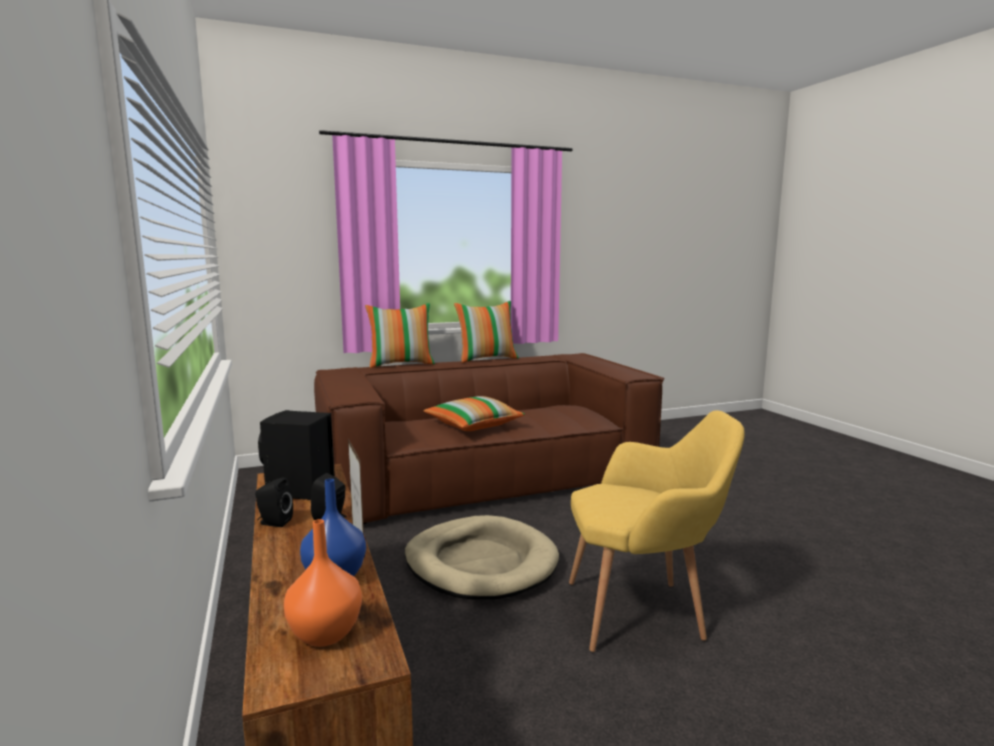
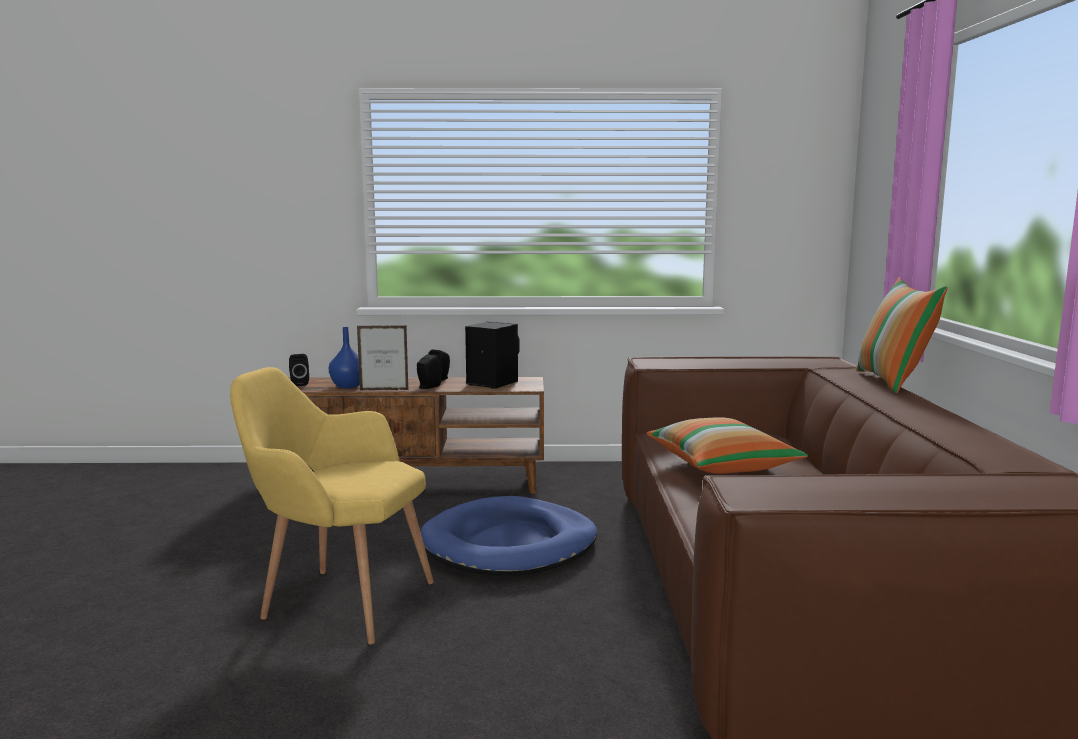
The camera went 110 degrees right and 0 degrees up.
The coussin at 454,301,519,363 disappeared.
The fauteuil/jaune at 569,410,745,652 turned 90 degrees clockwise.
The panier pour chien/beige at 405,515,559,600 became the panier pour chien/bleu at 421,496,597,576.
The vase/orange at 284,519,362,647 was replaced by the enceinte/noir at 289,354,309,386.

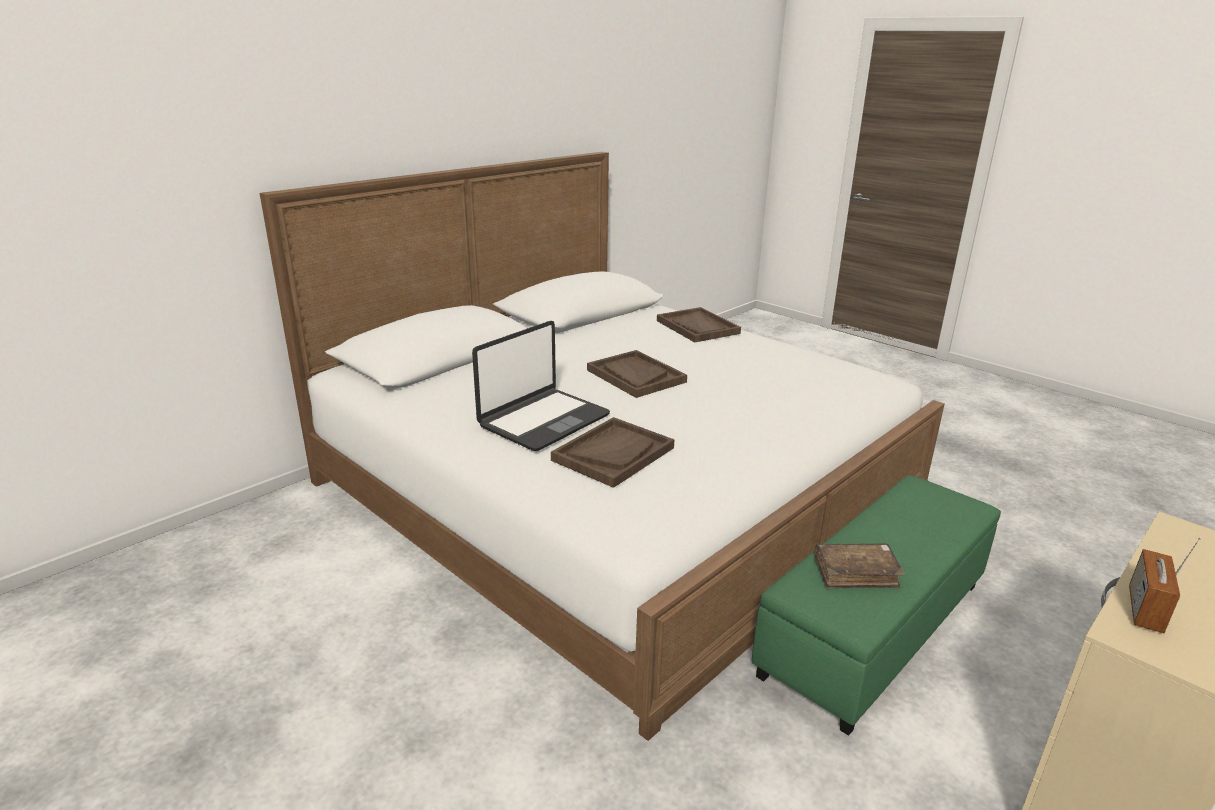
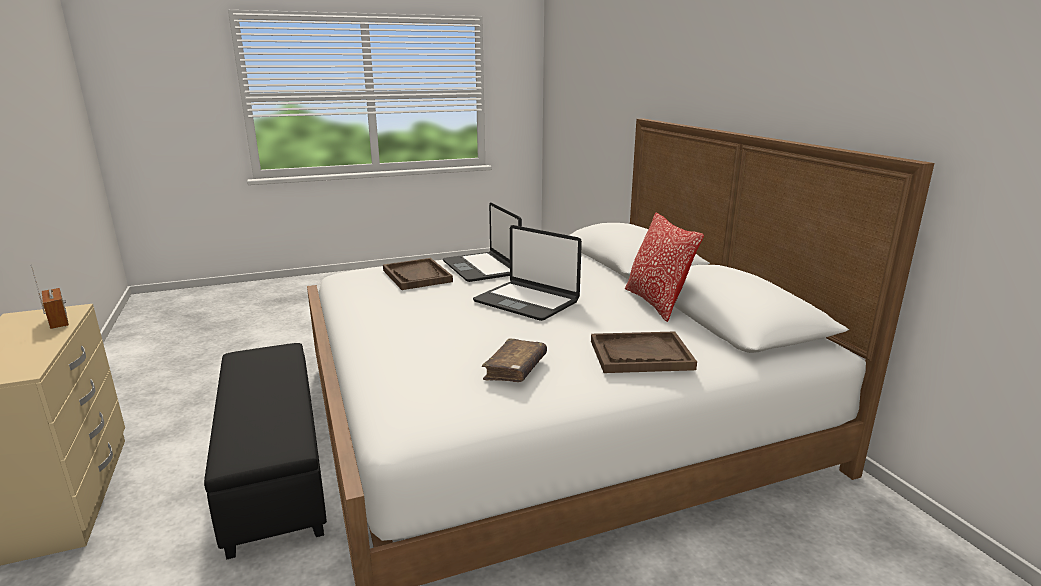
The camera went 115 degrees right and 5 degrees down.
The plateau/marron at 587,350,687,398 was replaced by the ordinateur portable at 473,225,582,321.
The pouf/vert at 752,475,1001,736 became the pouf/noir at 204,343,327,560.
The livre/marron moved from 814,543,905,589 to 482,338,547,382.
The coussin at 625,213,704,322 appeared.

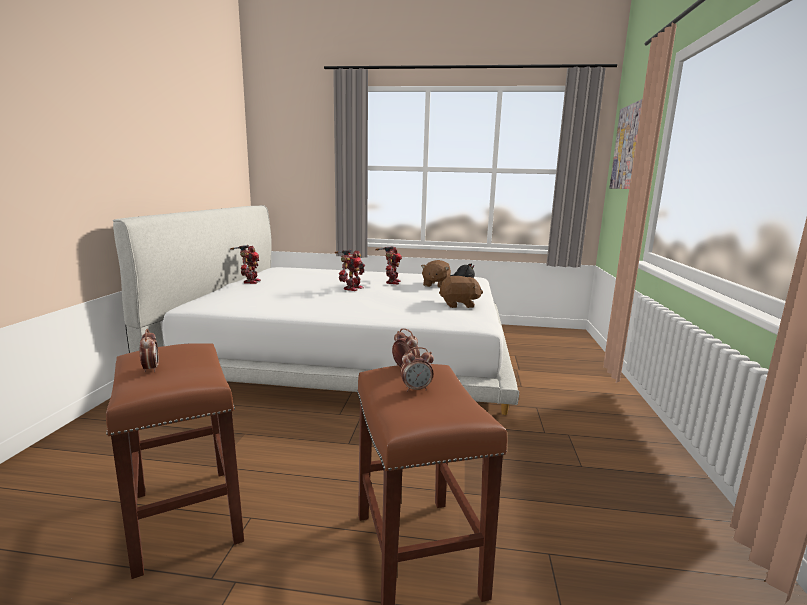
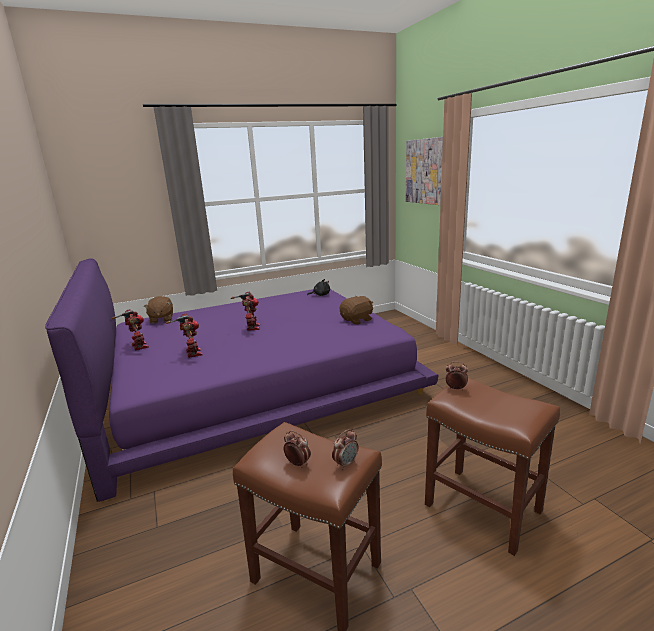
The camera went 30 degrees left and 5 degrees up.
The lit/blanc at 113,205,519,415 became the lit/violet at 45,259,439,502.
The robot jouet moved from 375,246,402,284 to 166,313,203,358.
The peluche/marron moved from 421,260,451,288 to 144,296,173,323.
The réveil moved from 400,347,434,392 to 332,429,358,470.

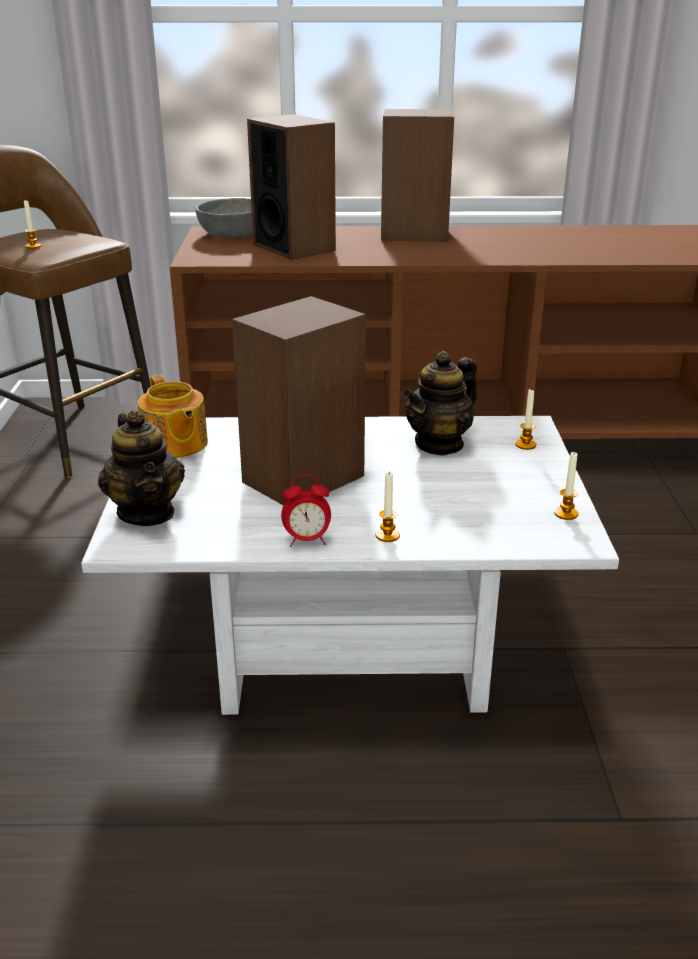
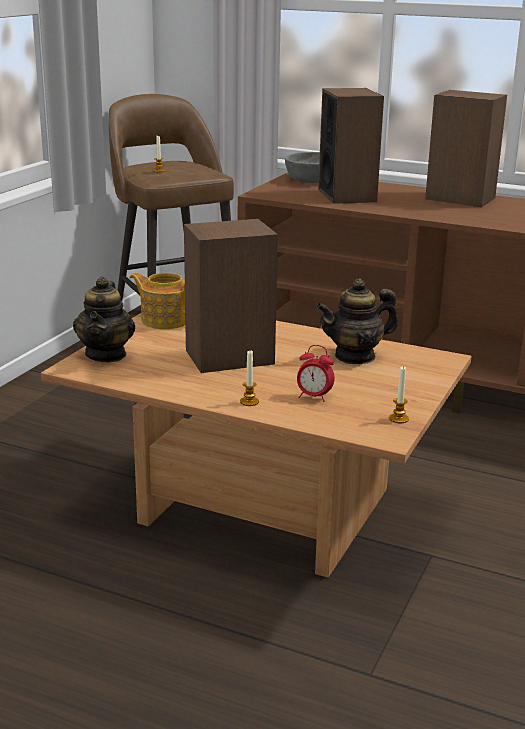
The camera went 25 degrees right and 5 degrees down.
The théière at 138,375,208,458 turned 120 degrees clockwise.
The bougie at 515,388,536,450 disappeared.
The table basse/blanc at 81,416,619,715 became the table basse/marron at 41,313,472,578.
The réveil moved from 281,474,331,547 to 297,345,335,402.

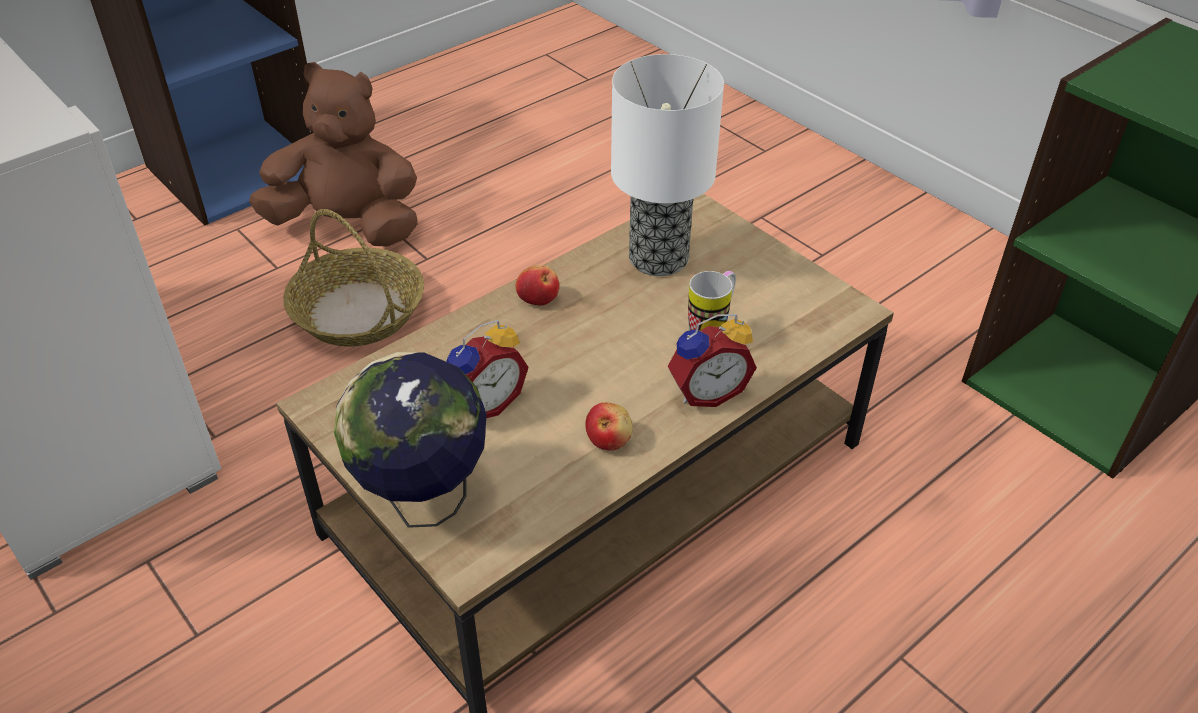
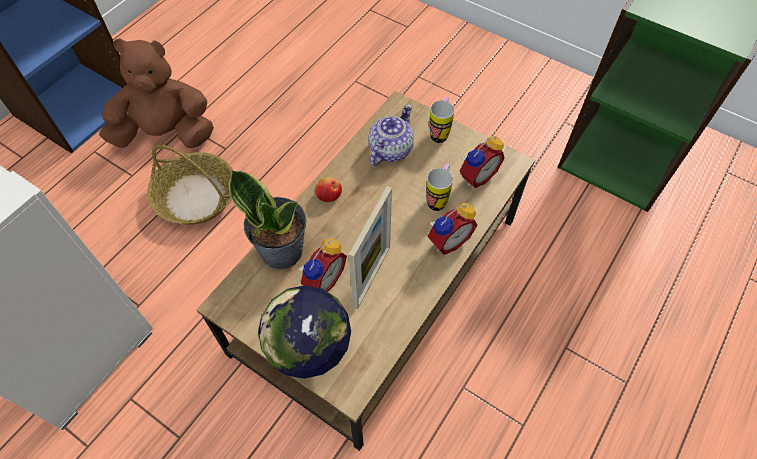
The camera went 15 degrees left and 15 degrees up.
The lampe de table at 611,54,724,276 was replaced by the théière at 368,104,414,166.
The pomme at 585,402,633,451 disappeared.
The mug at 429,97,455,143 appeared.
The réveil at 460,136,505,188 appeared.
The plante en pot at 228,170,307,269 appeared.
The cadre photo at 349,186,392,309 appeared.

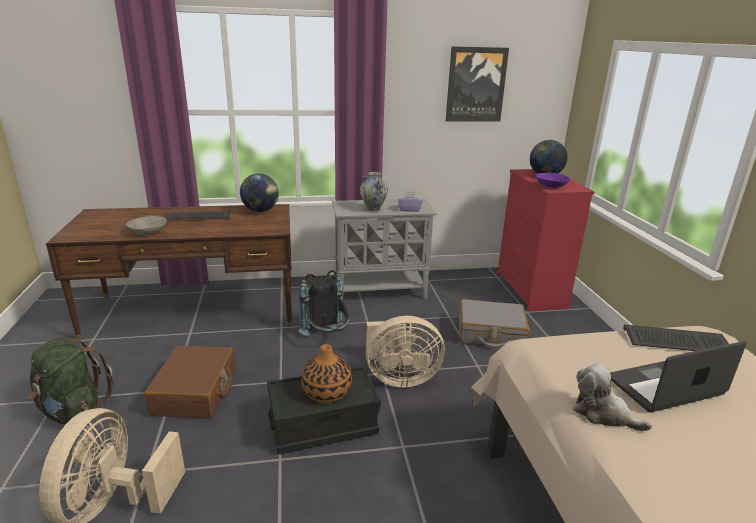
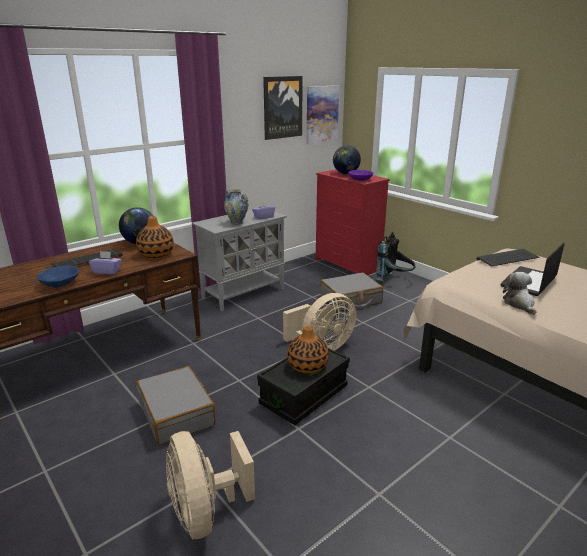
The camera went 30 degrees left and 0 degrees up.
The bol/gris at 126,216,167,235 became the bol/bleu at 37,266,79,287.
The sac à dos/noir moved from 299,270,350,336 to 376,232,416,282.
The sac à dos/vert at 27,337,114,424 disappeared.
The valise/marron at 144,346,235,419 became the valise/gris at 136,366,215,445.
The peluche at 573,363,652,431 turned 75 degrees clockwise.
The tableau at 307,85,339,144 appeared.
The vase at 136,216,174,258 appeared.
The boîte à mouchoirs/violet at 89,251,122,275 appeared.

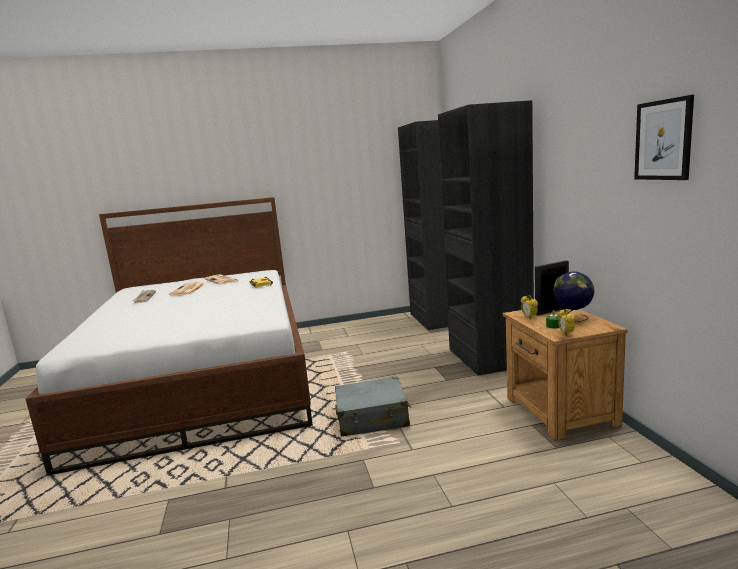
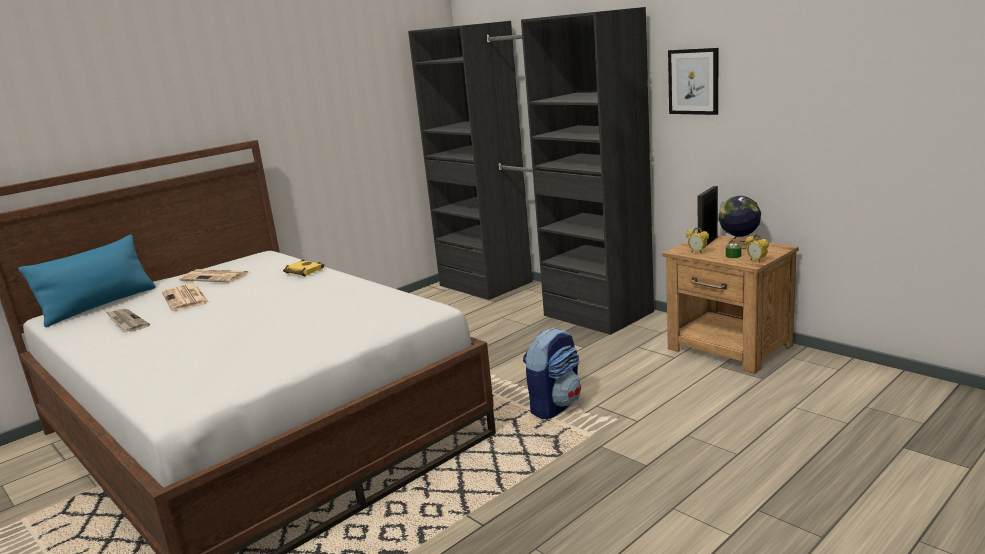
The camera went 30 degrees left and 5 degrees up.
The tableau moved from 634,95,694,180 to 668,48,718,115.
The valise/gris at 335,376,411,436 was replaced by the sac à dos at 523,328,581,419.
The coussin/bleu at 19,235,156,327 appeared.

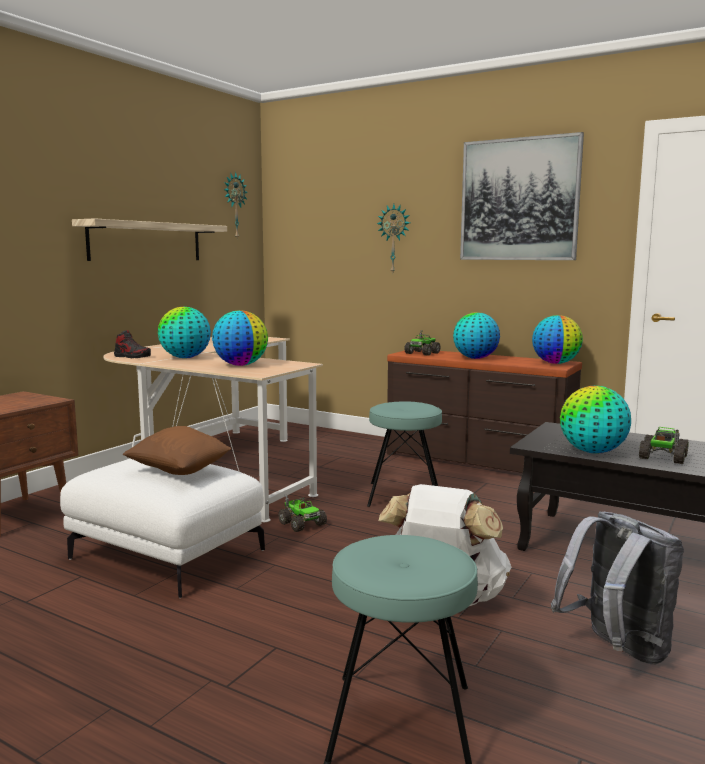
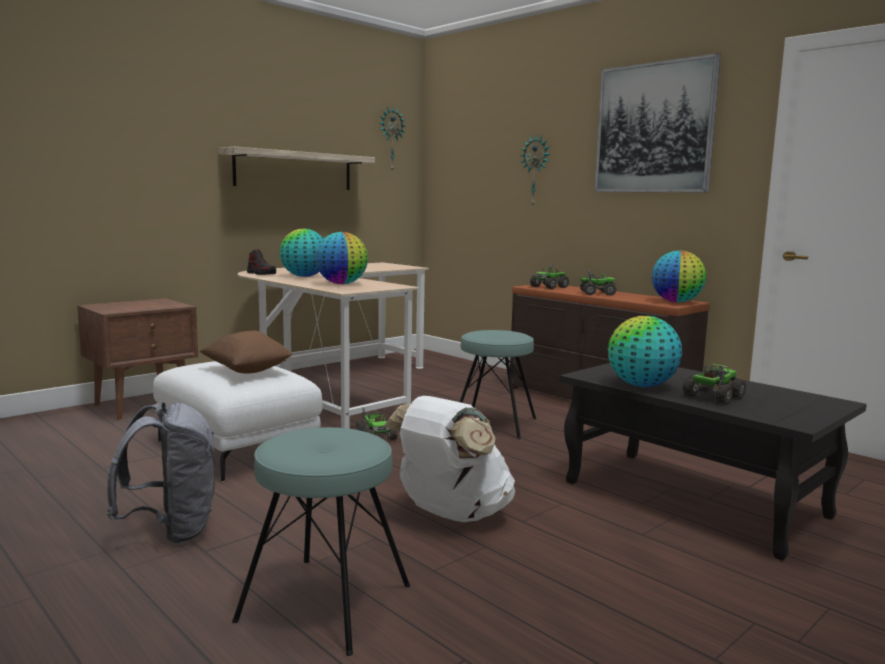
The camera went 15 degrees right and 0 degrees up.
The globe at 453,312,500,359 was replaced by the camion jouet at 580,270,617,296.
The sac à dos/gris moved from 551,511,684,665 to 107,402,215,544.

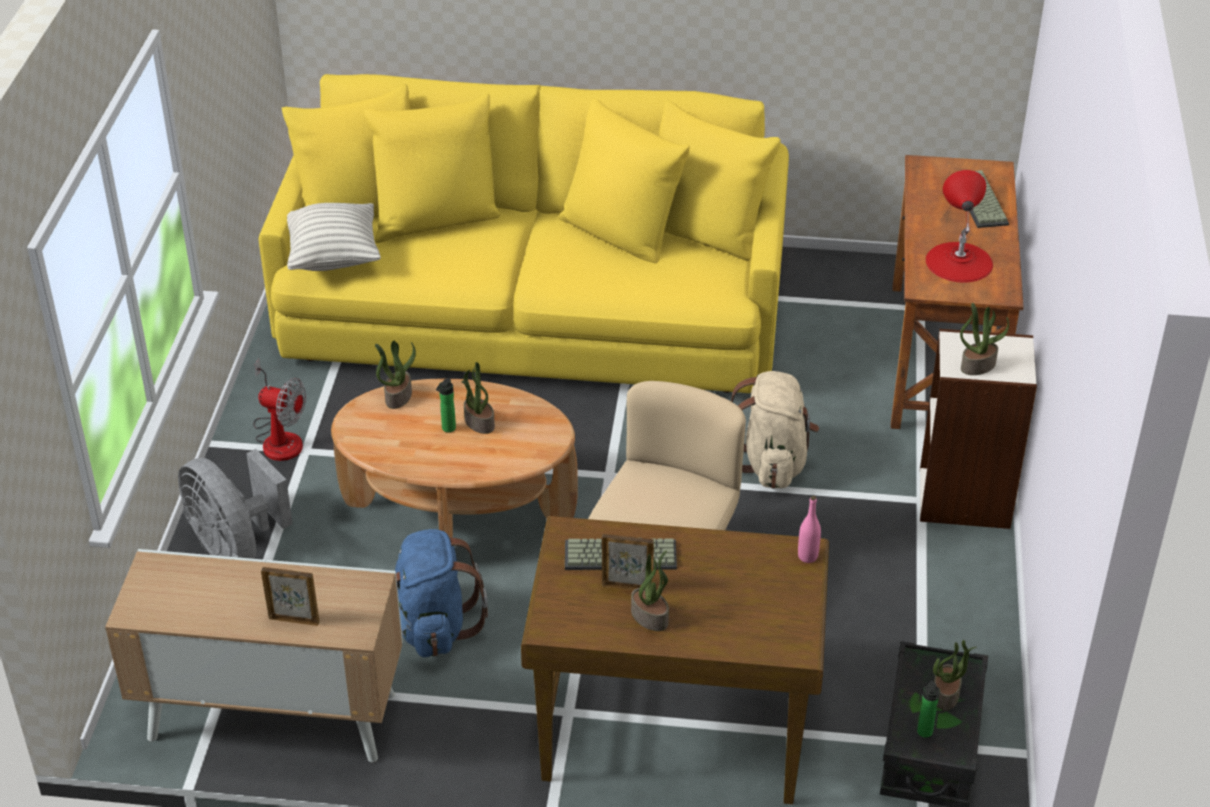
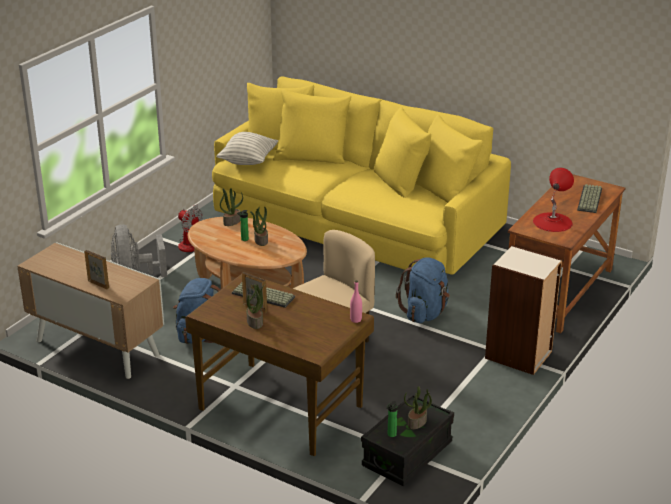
The camera went 25 degrees right and 10 degrees down.
The plante en pot at 960,303,1009,375 disappeared.
The sac à dos/beige at 731,371,819,489 became the sac à dos/bleu at 396,257,450,323.

